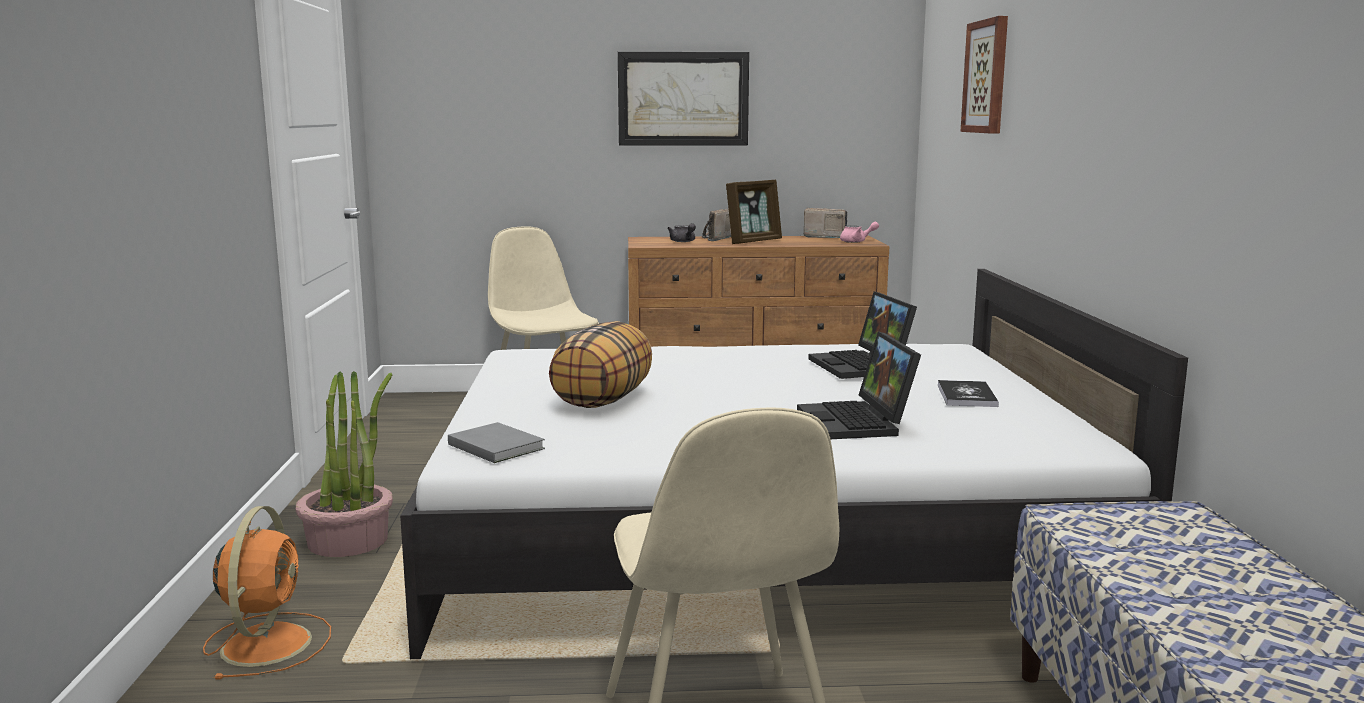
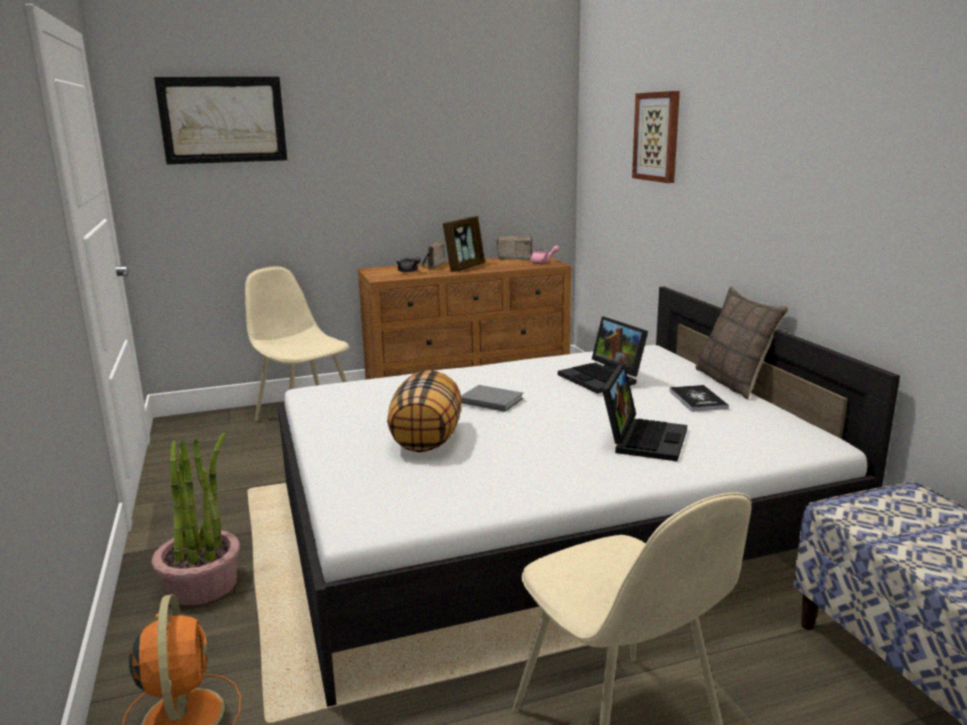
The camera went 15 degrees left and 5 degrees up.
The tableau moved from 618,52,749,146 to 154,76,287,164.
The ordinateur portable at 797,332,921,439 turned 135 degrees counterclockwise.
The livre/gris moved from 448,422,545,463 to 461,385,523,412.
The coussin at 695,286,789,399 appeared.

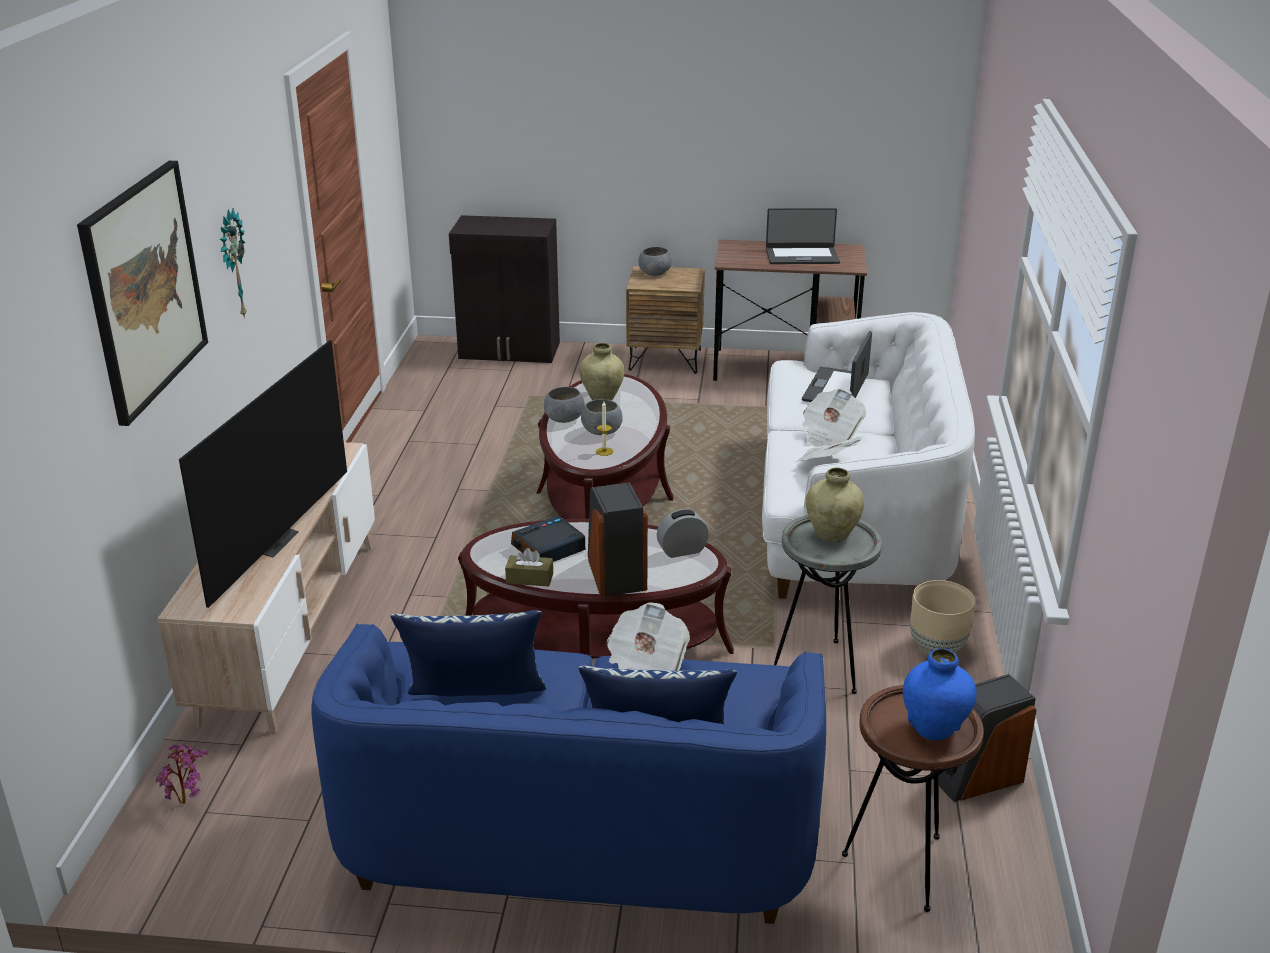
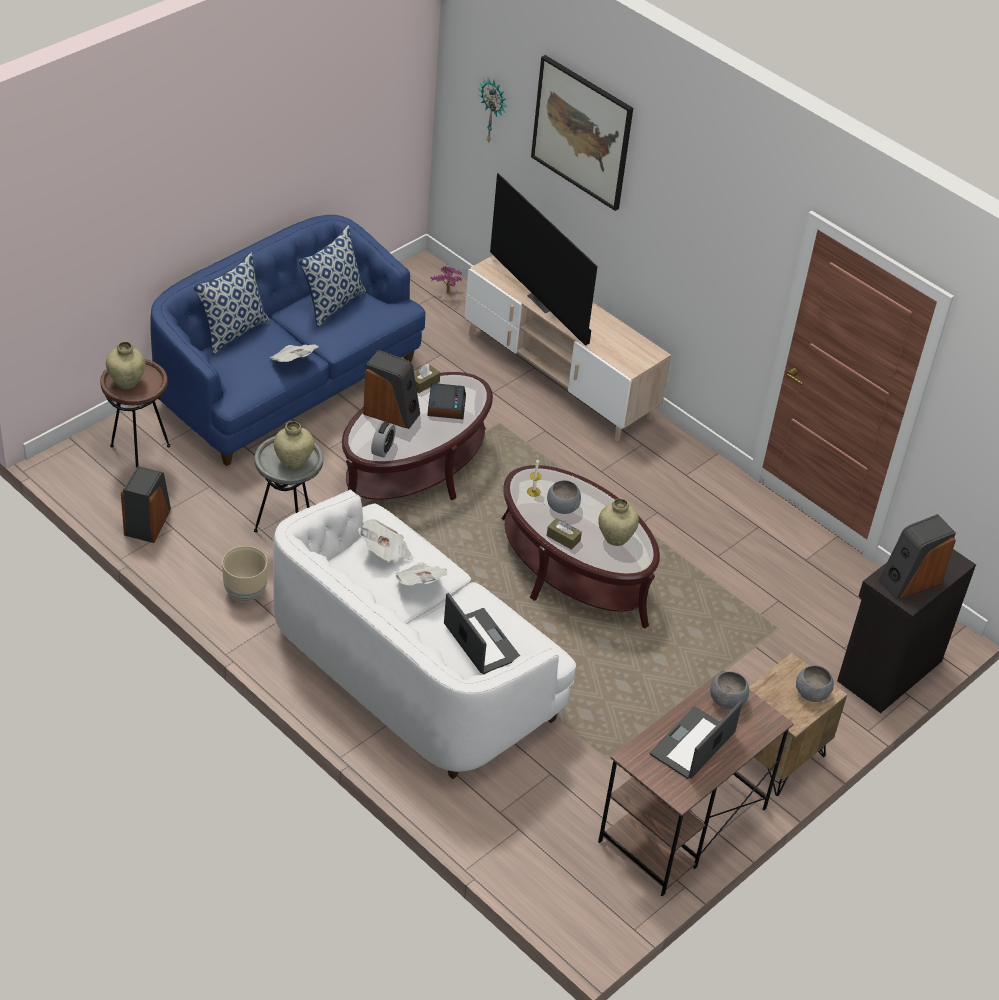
The camera went 125 degrees right and 15 degrees up.
The horloge murale moved from 220,208,247,319 to 478,78,507,144.
The bol/gris moved from 544,387,585,423 to 710,671,749,709.
The vase/bleu at 903,648,977,741 became the vase/beige at 106,342,145,389.
The enceinte at 879,514,956,600 appeared.
The boîte à mouchoirs/marron at 547,518,582,550 appeared.

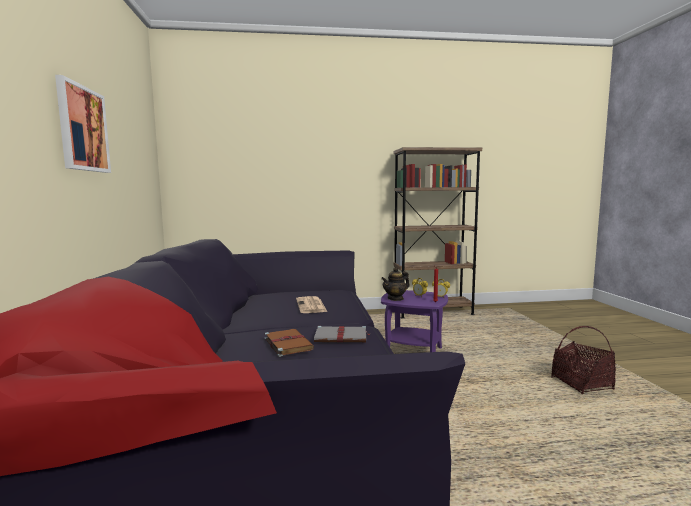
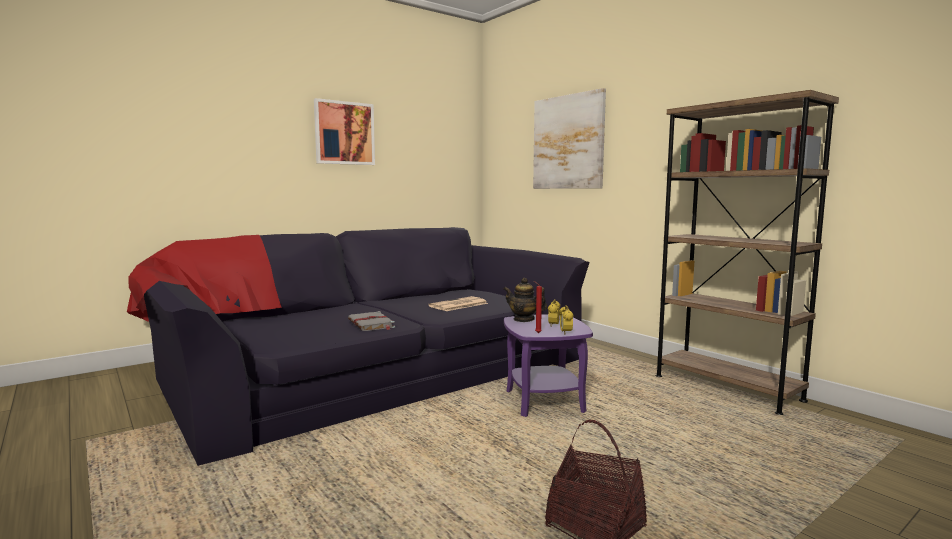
The camera went 60 degrees right and 0 degrees up.
The livre/marron at 264,329,314,357 disappeared.
The tableau at 533,88,606,189 appeared.

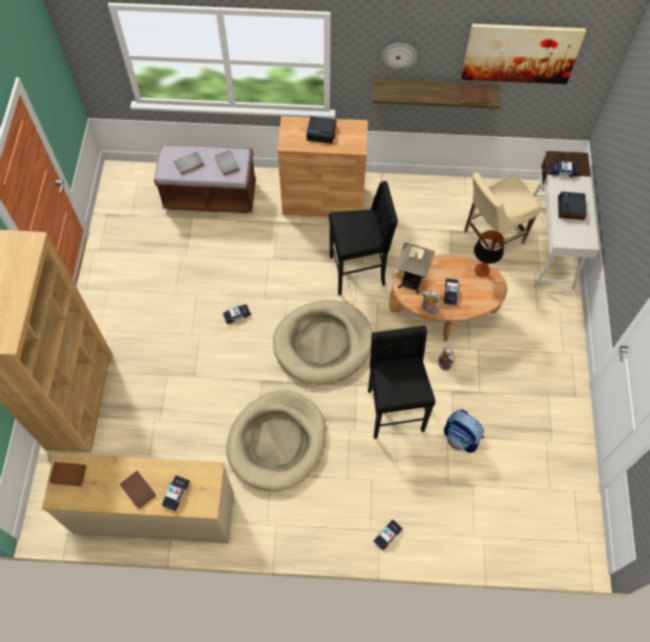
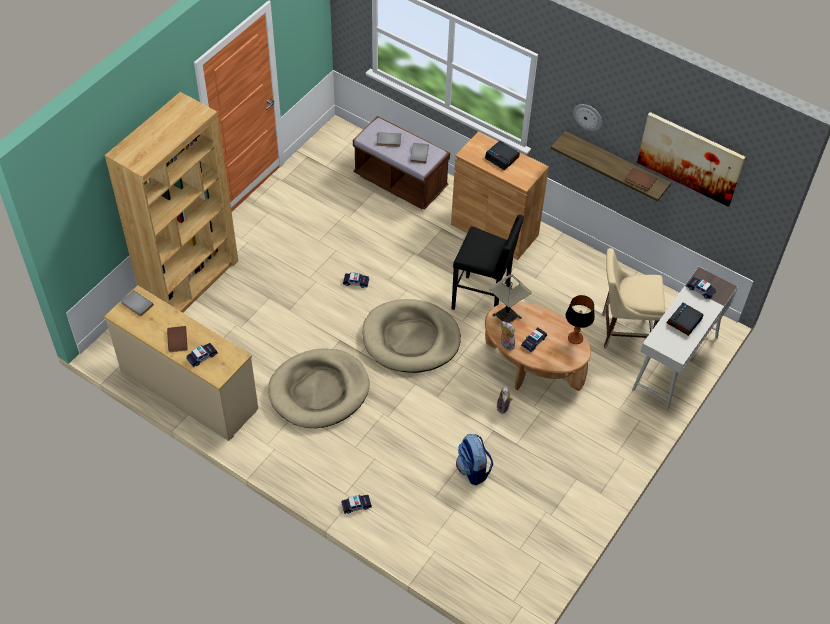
The camera went 30 degrees right and 10 degrees down.
The tabouret/noir at 368,326,435,439 disappeared.
The livre/marron at 50,462,87,486 became the livre/gris at 121,290,154,316.

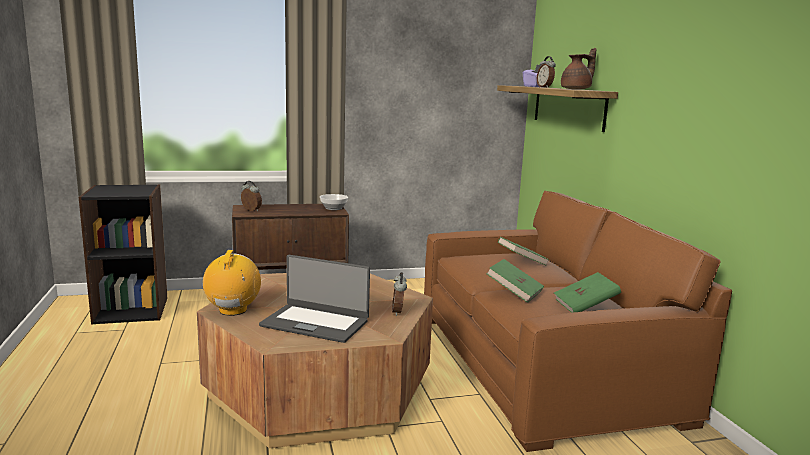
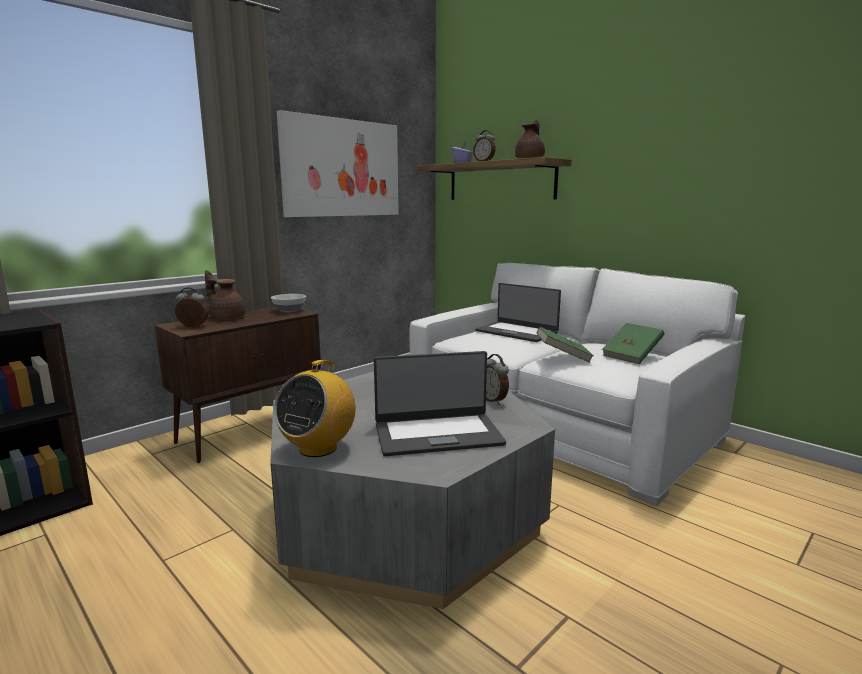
The camera went 30 degrees left and 0 degrees up.
The canapé/marron at 424,191,732,452 became the canapé/blanc at 409,263,745,506.
The livre/vert at 498,237,549,266 was replaced by the ordinateur portable at 475,283,561,342.
The radio at 203,250,261,316 turned 120 degrees counterclockwise.
The table basse/marron at 197,273,433,448 became the table basse/gris at 270,372,555,609.
The tableau at 277,110,399,217 appeared.
The théière/marron at 205,270,246,320 appeared.

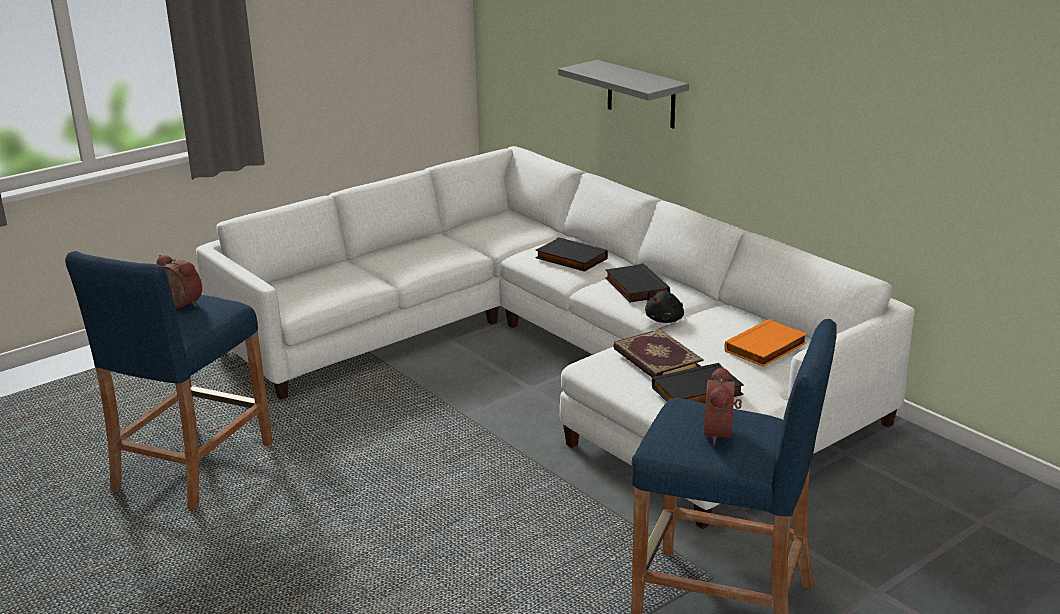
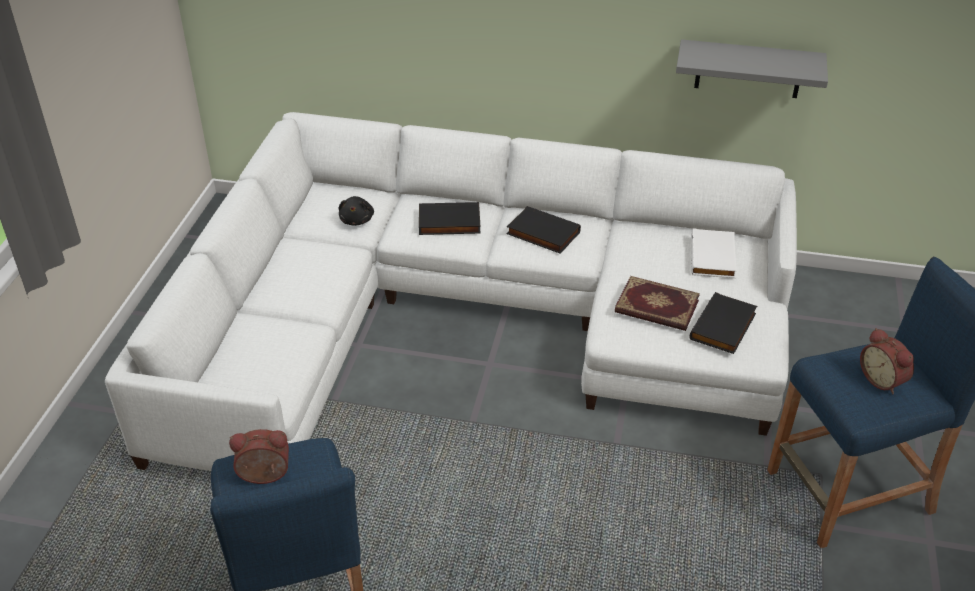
The camera went 40 degrees left and 15 degrees up.
The étagère/gris moved from 558,60,689,129 to 676,39,828,98.
The peluche/noir moved from 645,290,684,323 to 339,196,374,226.
The livre/orange at 724,319,807,367 became the livre/blanc at 691,228,737,278.

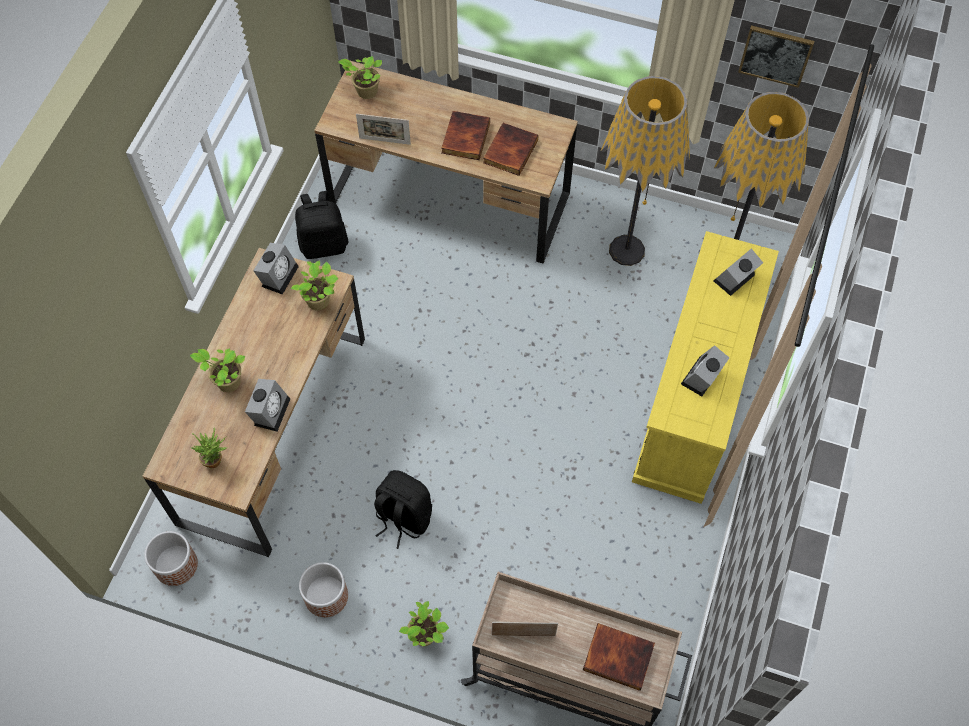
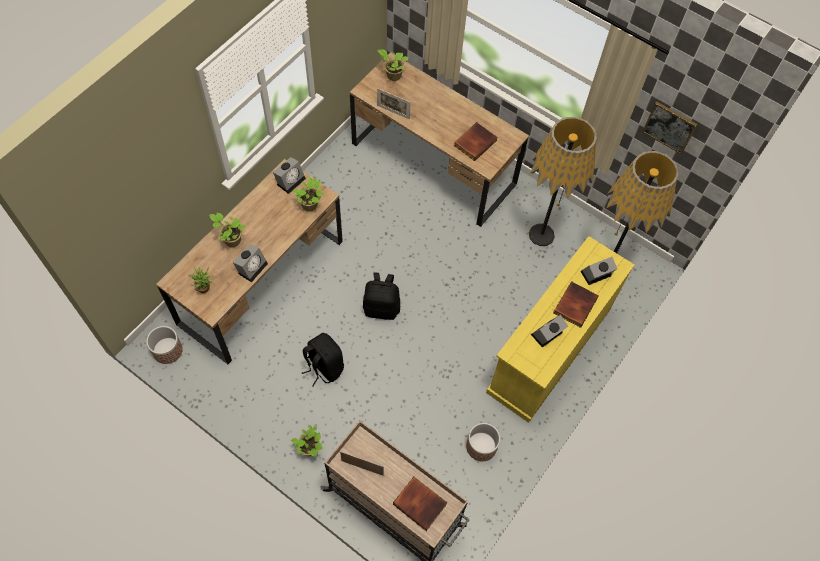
The camera went 15 degrees right and 0 degrees up.
The livre moved from 441,111,490,160 to 553,281,599,328.
The sac à dos/noir moved from 295,191,348,259 to 363,272,400,320.
The cache-pot moved from 299,562,348,617 to 466,423,500,461.

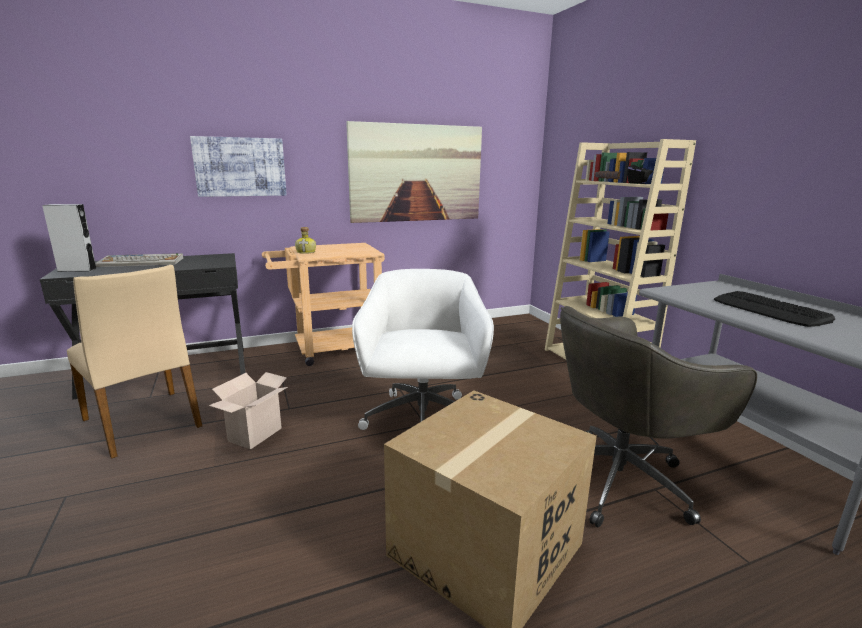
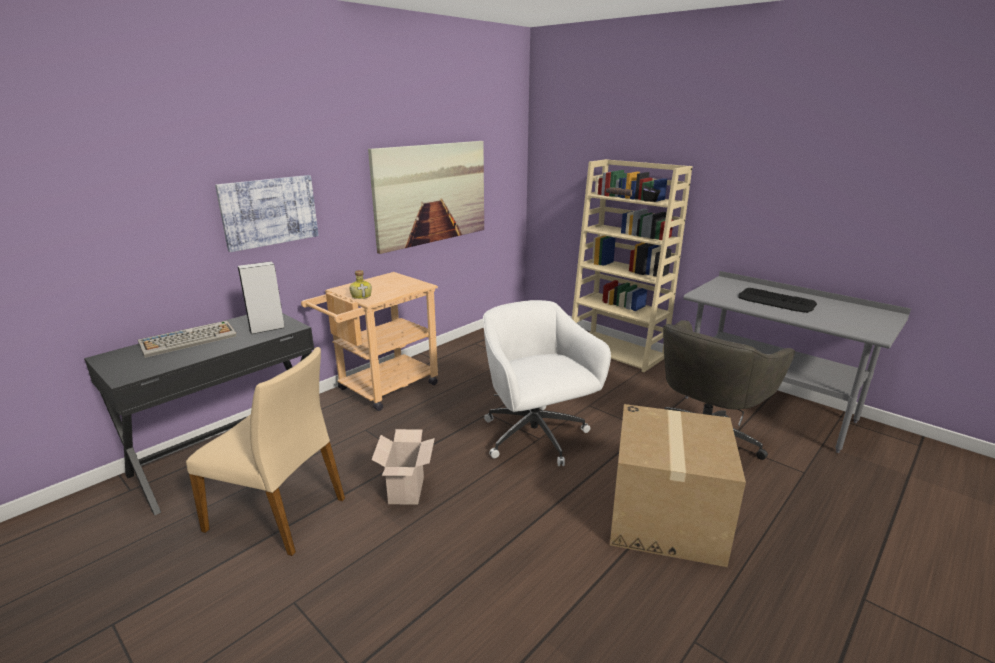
The camera went 25 degrees left and 5 degrees up.
The enceinte/gris moved from 42,204,97,272 to 238,261,285,334.

